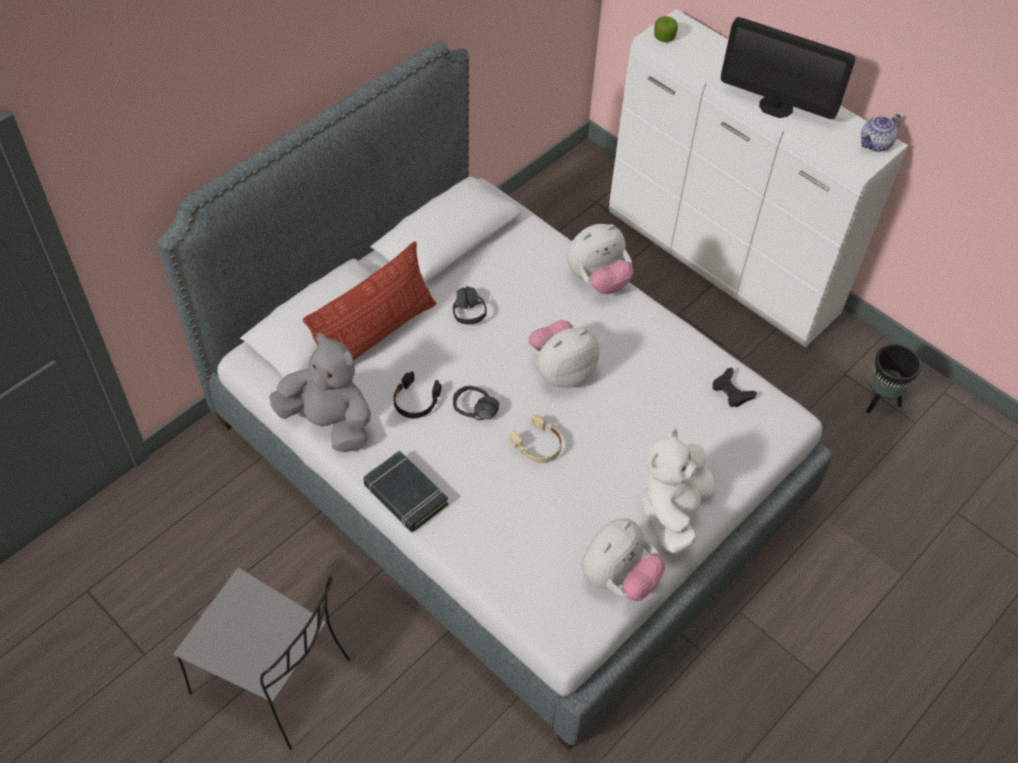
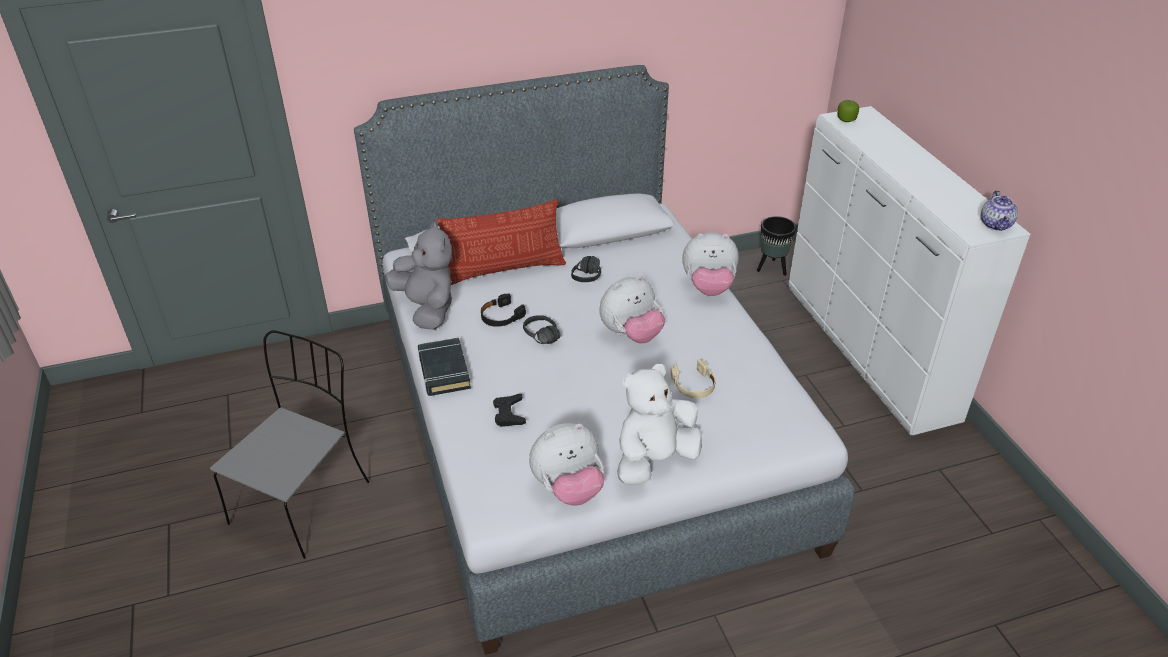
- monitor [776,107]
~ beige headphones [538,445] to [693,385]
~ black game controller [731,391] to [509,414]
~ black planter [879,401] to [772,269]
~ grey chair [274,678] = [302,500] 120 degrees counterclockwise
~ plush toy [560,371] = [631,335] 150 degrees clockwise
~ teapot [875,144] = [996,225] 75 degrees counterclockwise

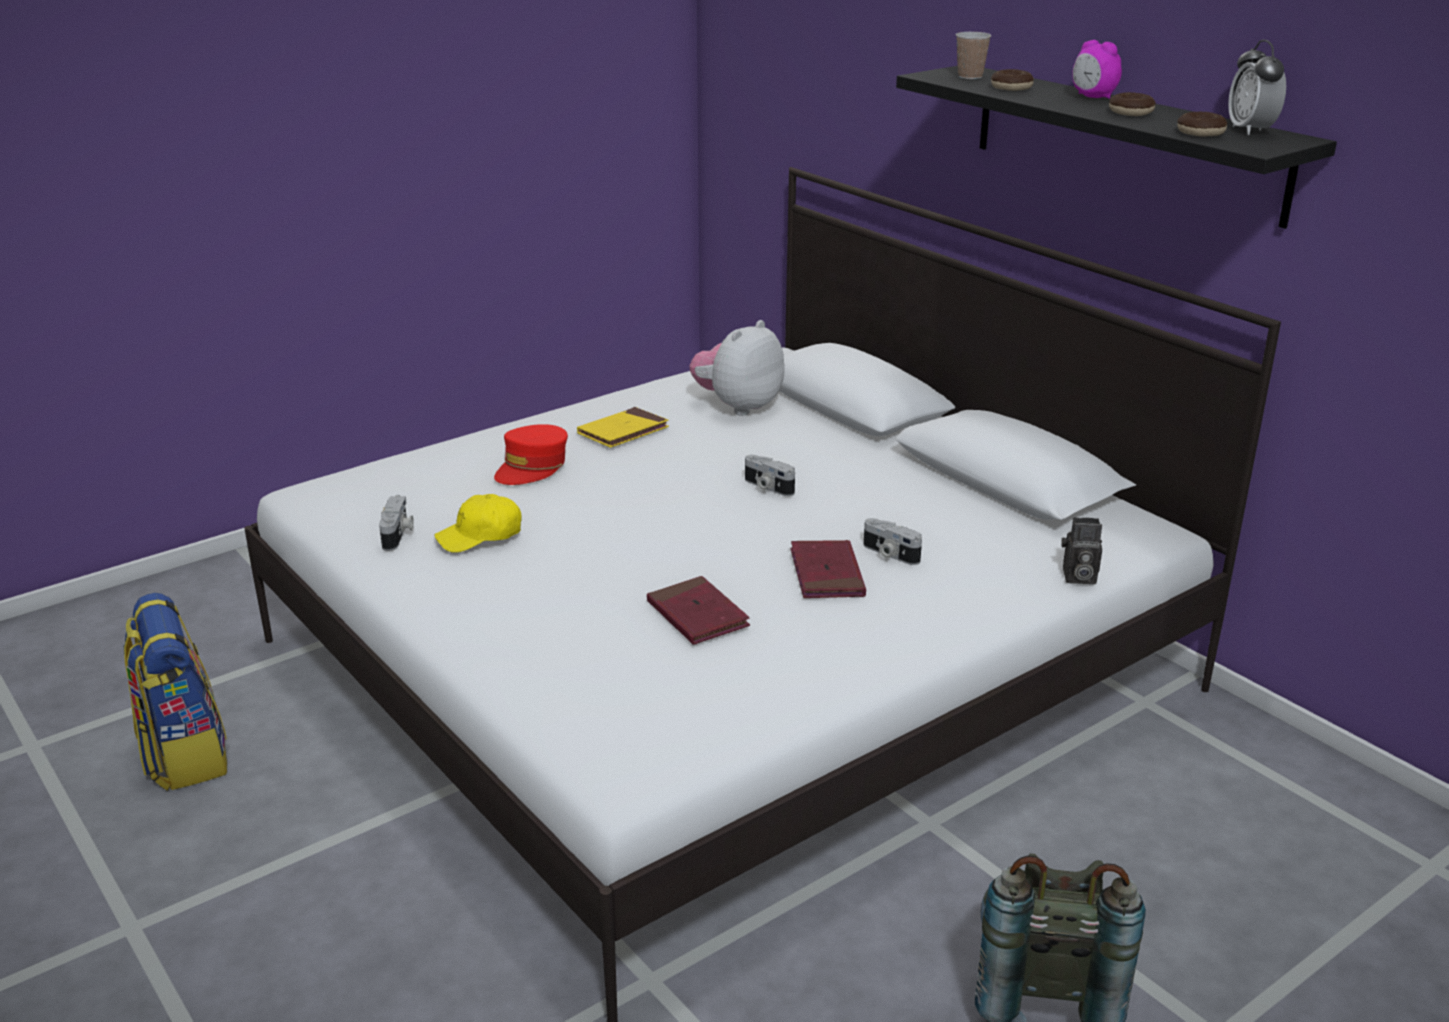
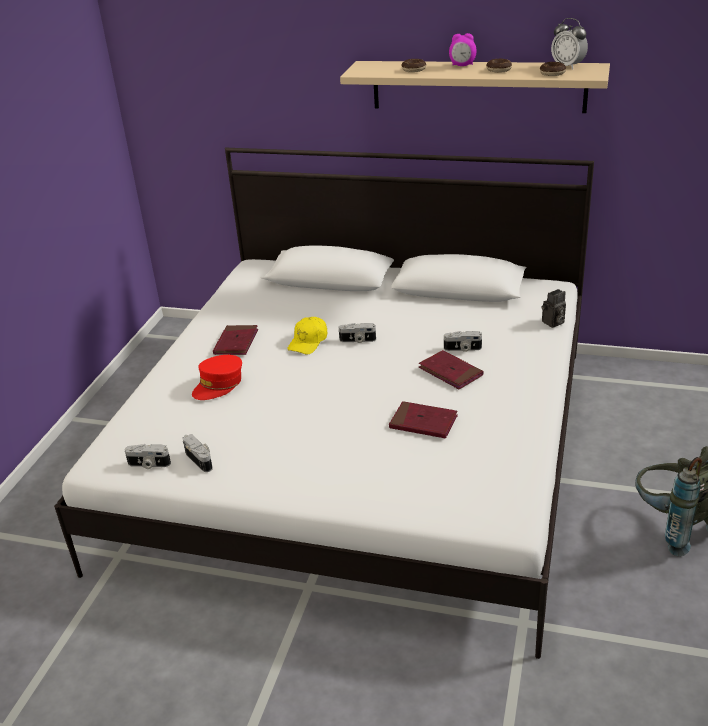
- backpack [184,754]
- plush toy [738,406]
- cup [970,77]
+ photo camera [148,464]
~ yellow cap [480,536] to [308,342]
~ yellow book [623,432] to red book [236,342]
~ black shelf [1125,141] to beige shelf [478,86]
~ red cap [532,467] = [218,385] 45 degrees clockwise

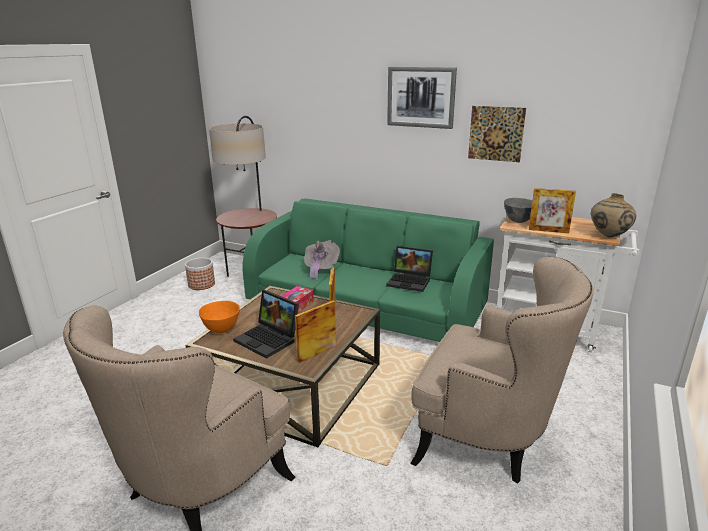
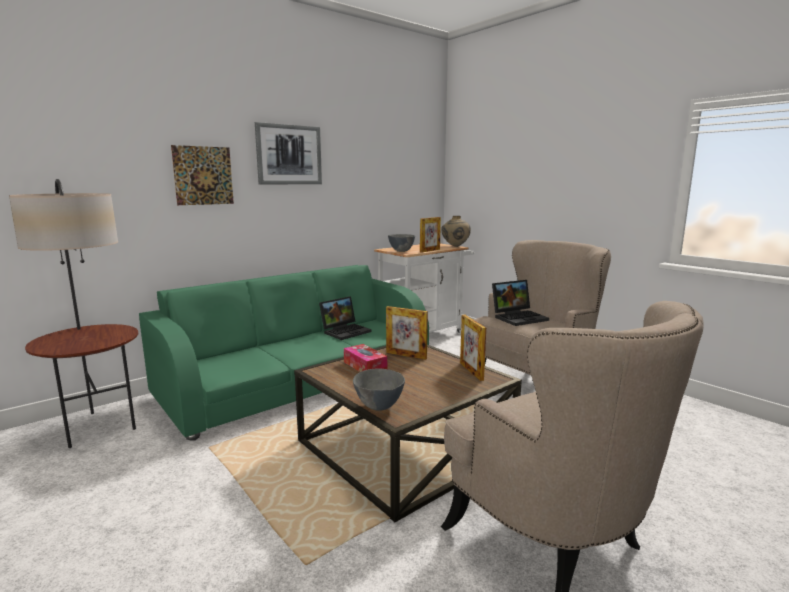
- planter [202,284]
- grey hat [320,269]
~ laptop [269,339] to [519,317]
~ picture [496,133] to [203,175]
~ orange bowl [221,330] to grey bowl [379,407]

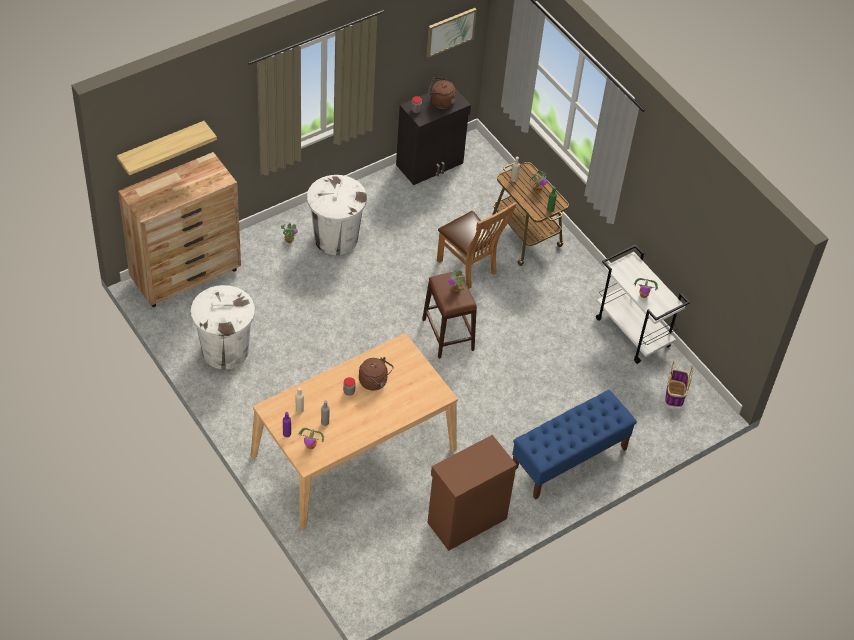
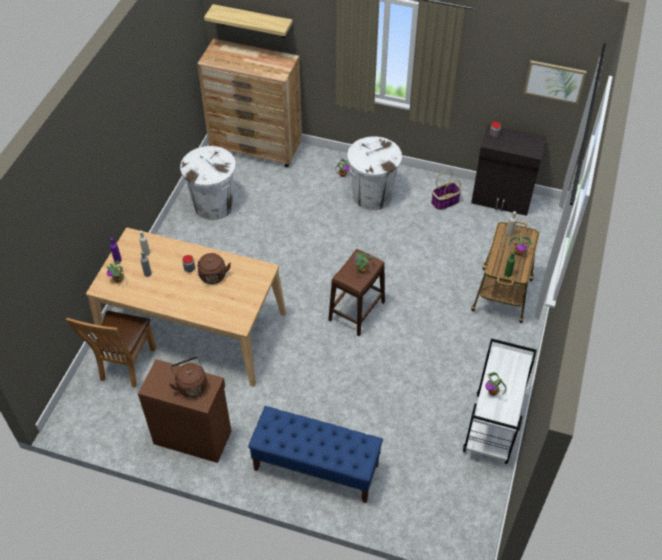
~ brown kettle [440,102] to [191,385]
~ brown chair [469,268] to [125,366]
~ basket [675,394] to [445,202]

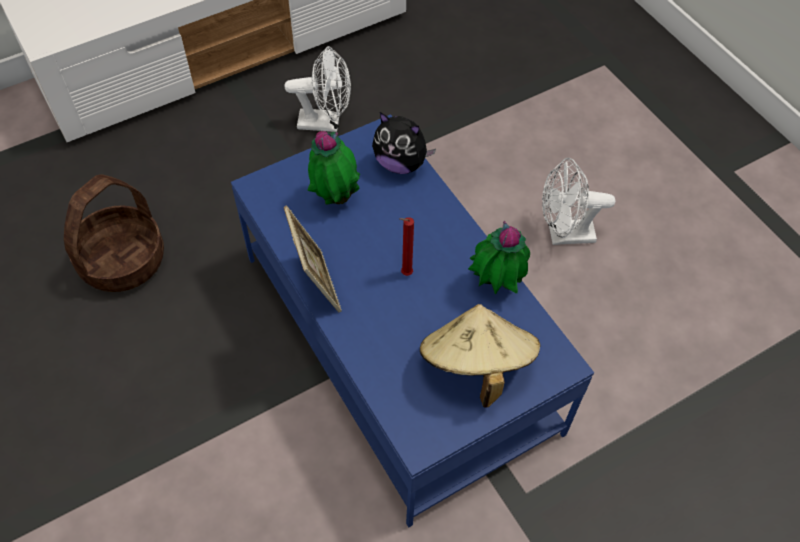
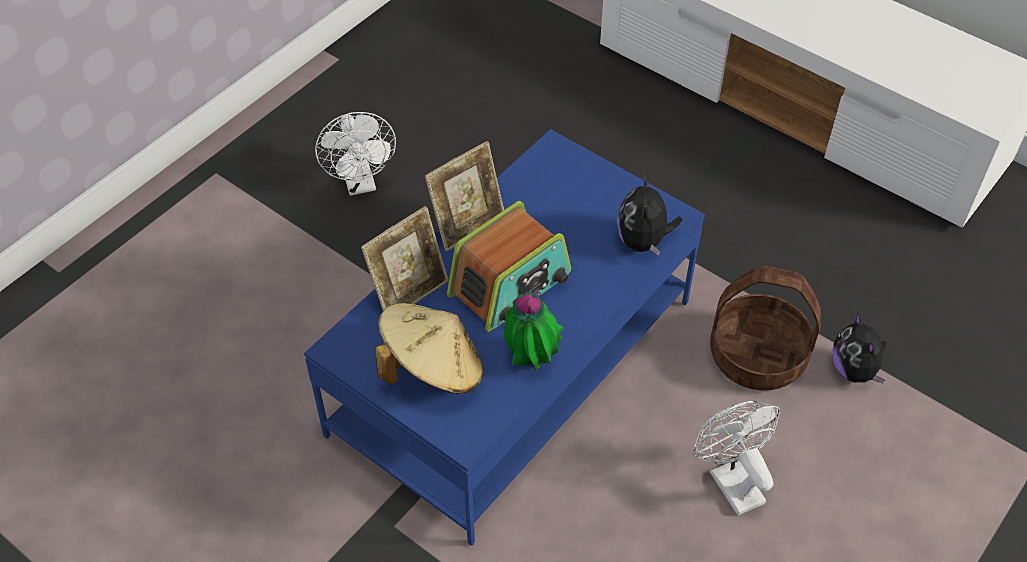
- potted plant [335,197]
+ picture frame [409,292]
+ plush toy [854,370]
~ basket [122,260] to [758,355]
~ white fan [326,122] to [361,183]
~ red candle [405,274] to radio [510,285]

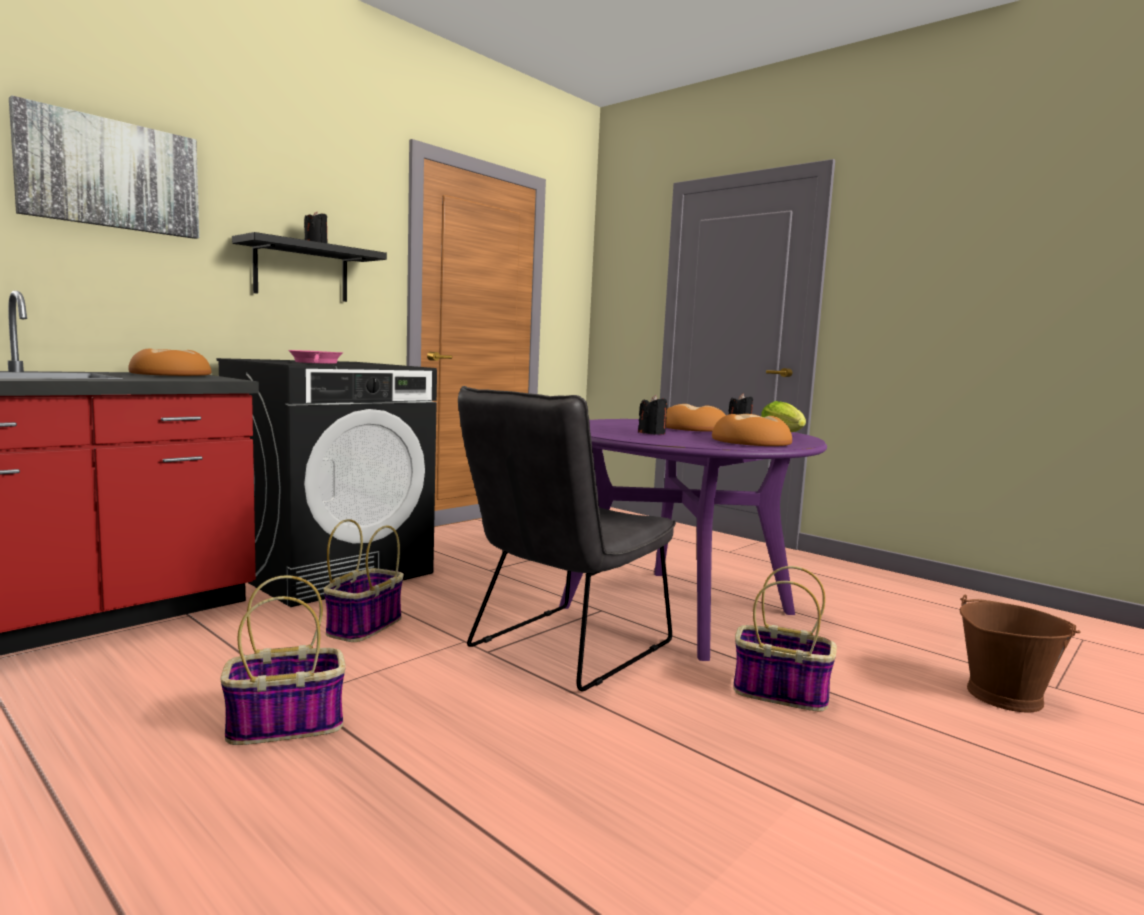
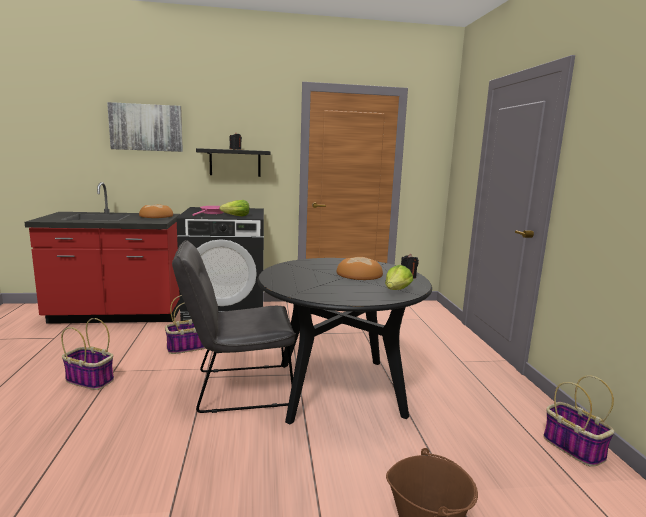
- black candle [652,433]
- bread [751,442]
+ lettuce [236,216]
~ basket [778,693] to [572,447]
~ purple dining table [677,610] to black dining table [338,388]

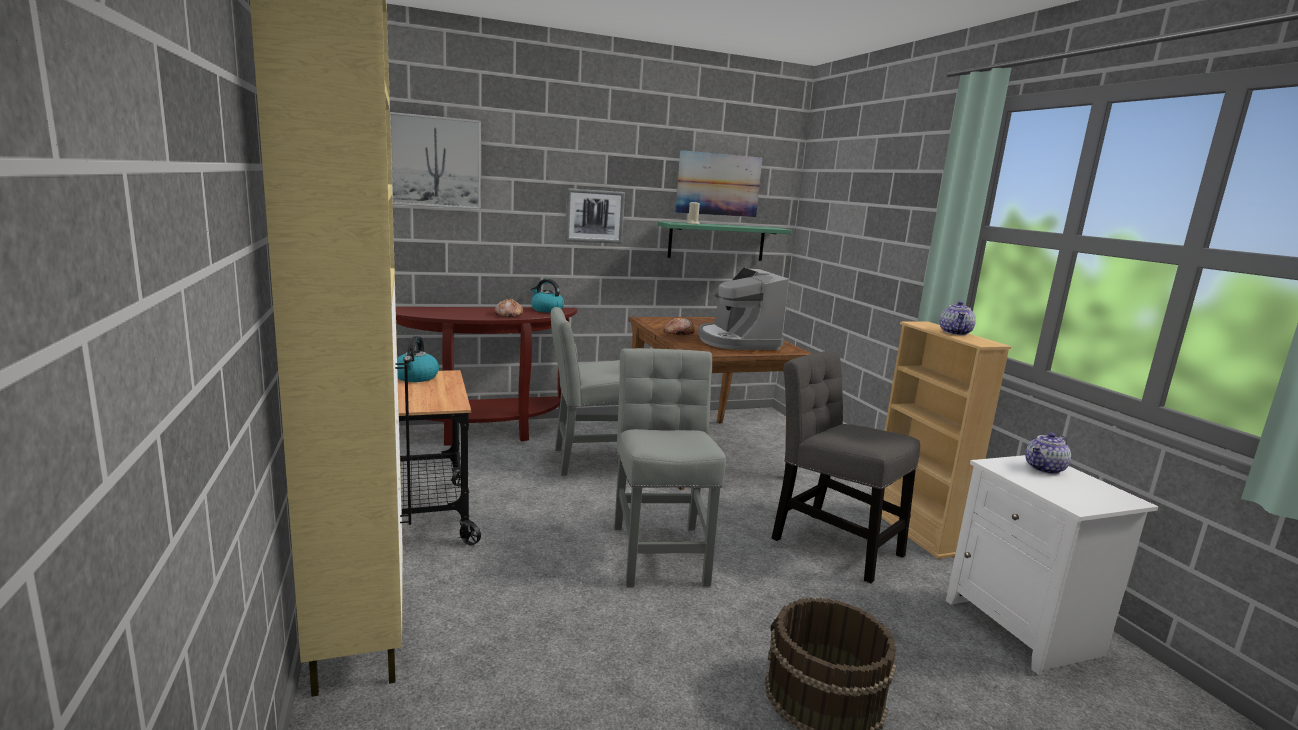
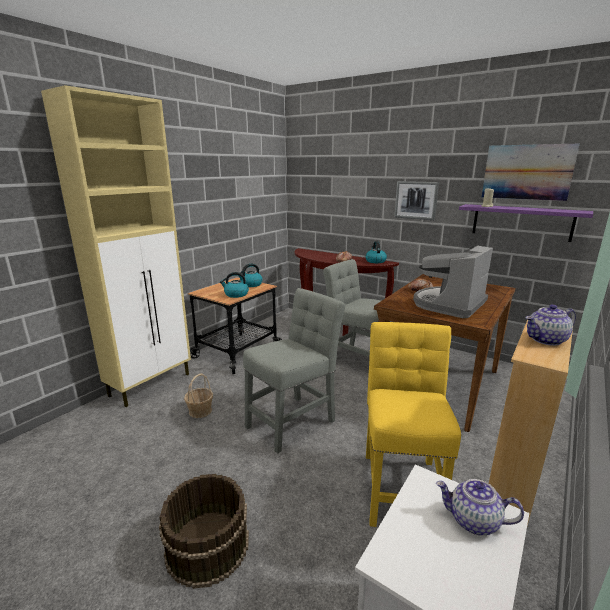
- picture [436,162]
+ basket [200,411]
+ kettle [236,294]
~ green shelf [717,241] to purple shelf [521,222]
~ grey chair [831,543] to yellow chair [401,485]

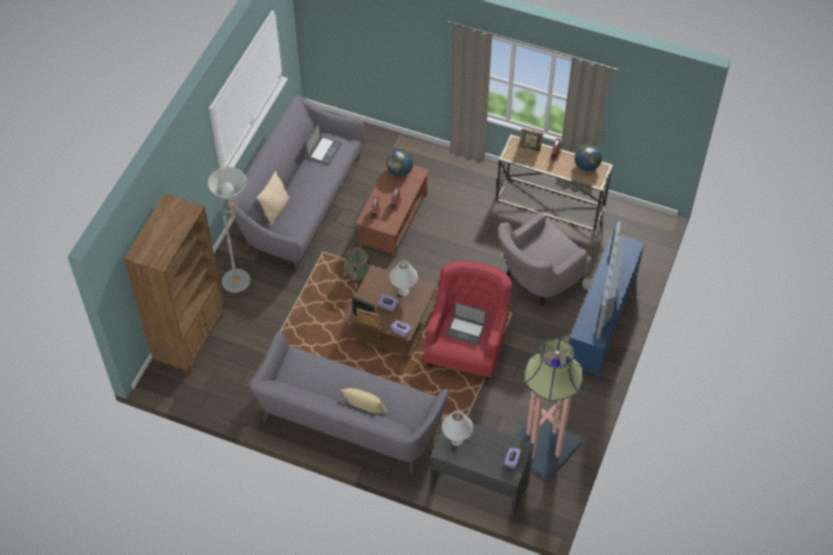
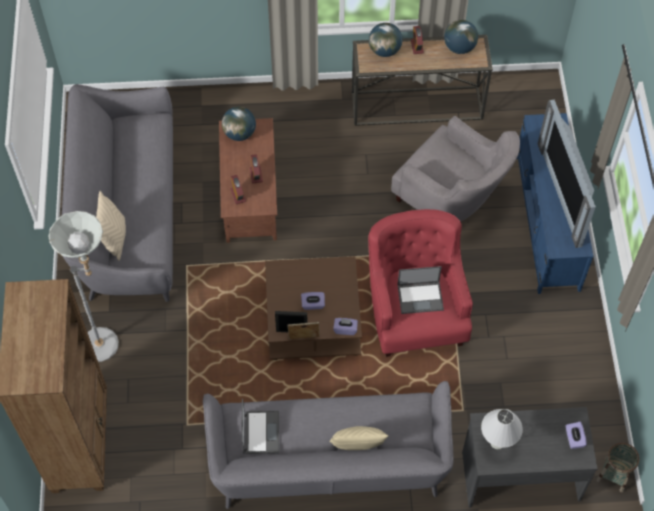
- white table lamp [404,291]
- floor lamp [543,446]
~ laptop [324,150] to [261,432]
~ basket [357,276] to [613,475]
~ picture frame [530,149] to globe [384,50]
~ grey armchair [538,279] = [452,199] 75 degrees counterclockwise

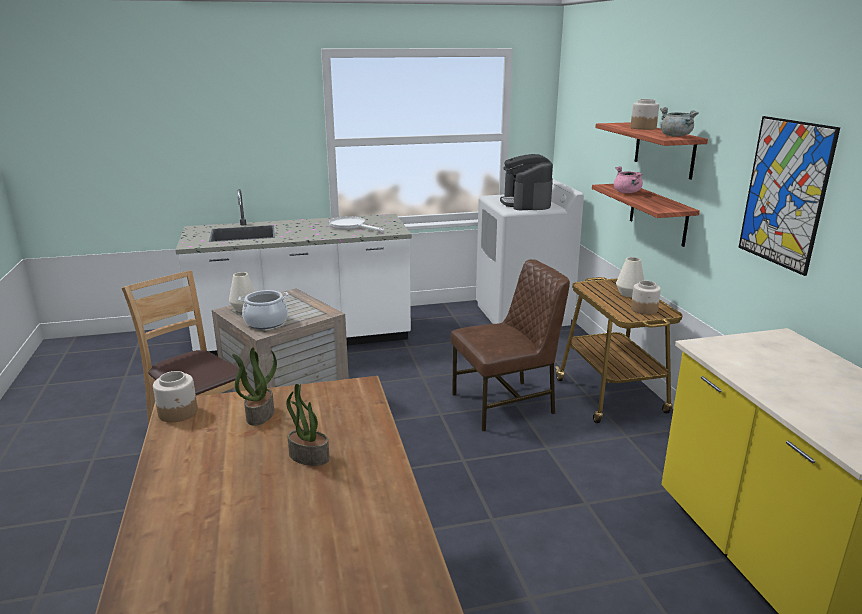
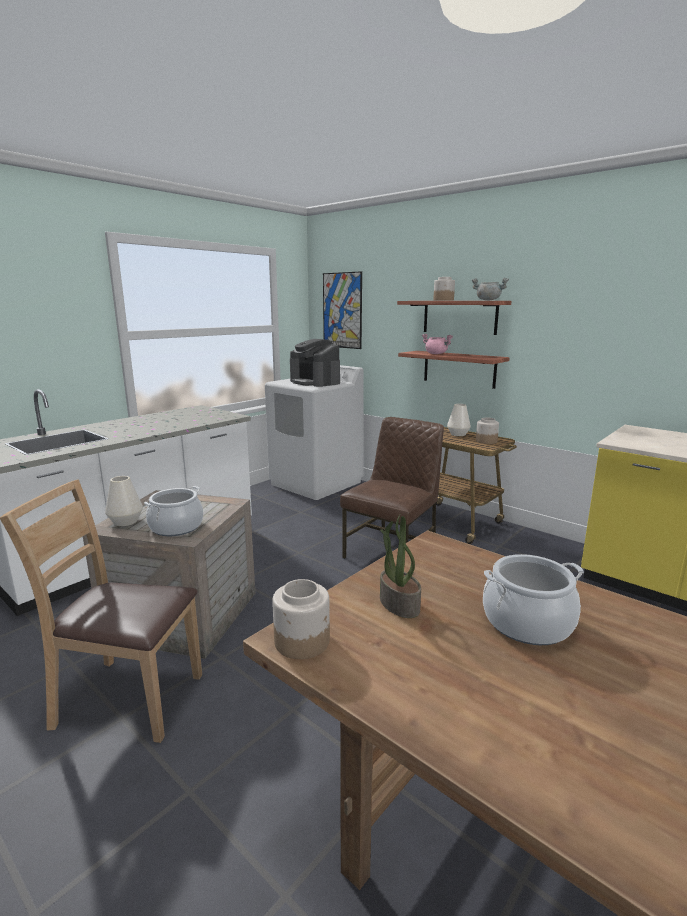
- white frying pan [351,226]
~ picture [785,193] to [342,310]
~ potted plant [308,456] to cooking pot [527,623]

